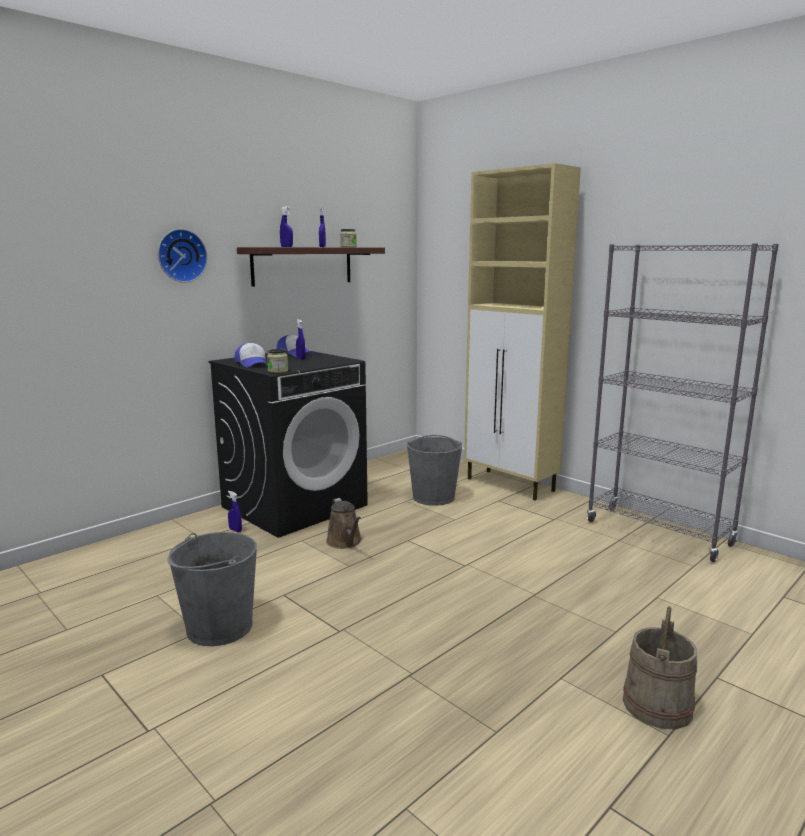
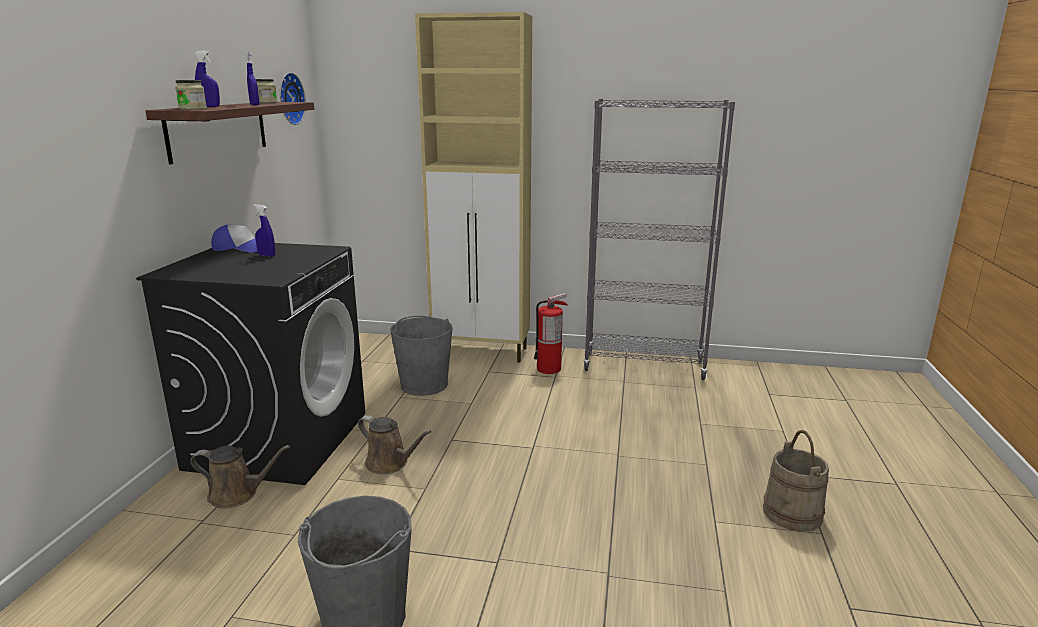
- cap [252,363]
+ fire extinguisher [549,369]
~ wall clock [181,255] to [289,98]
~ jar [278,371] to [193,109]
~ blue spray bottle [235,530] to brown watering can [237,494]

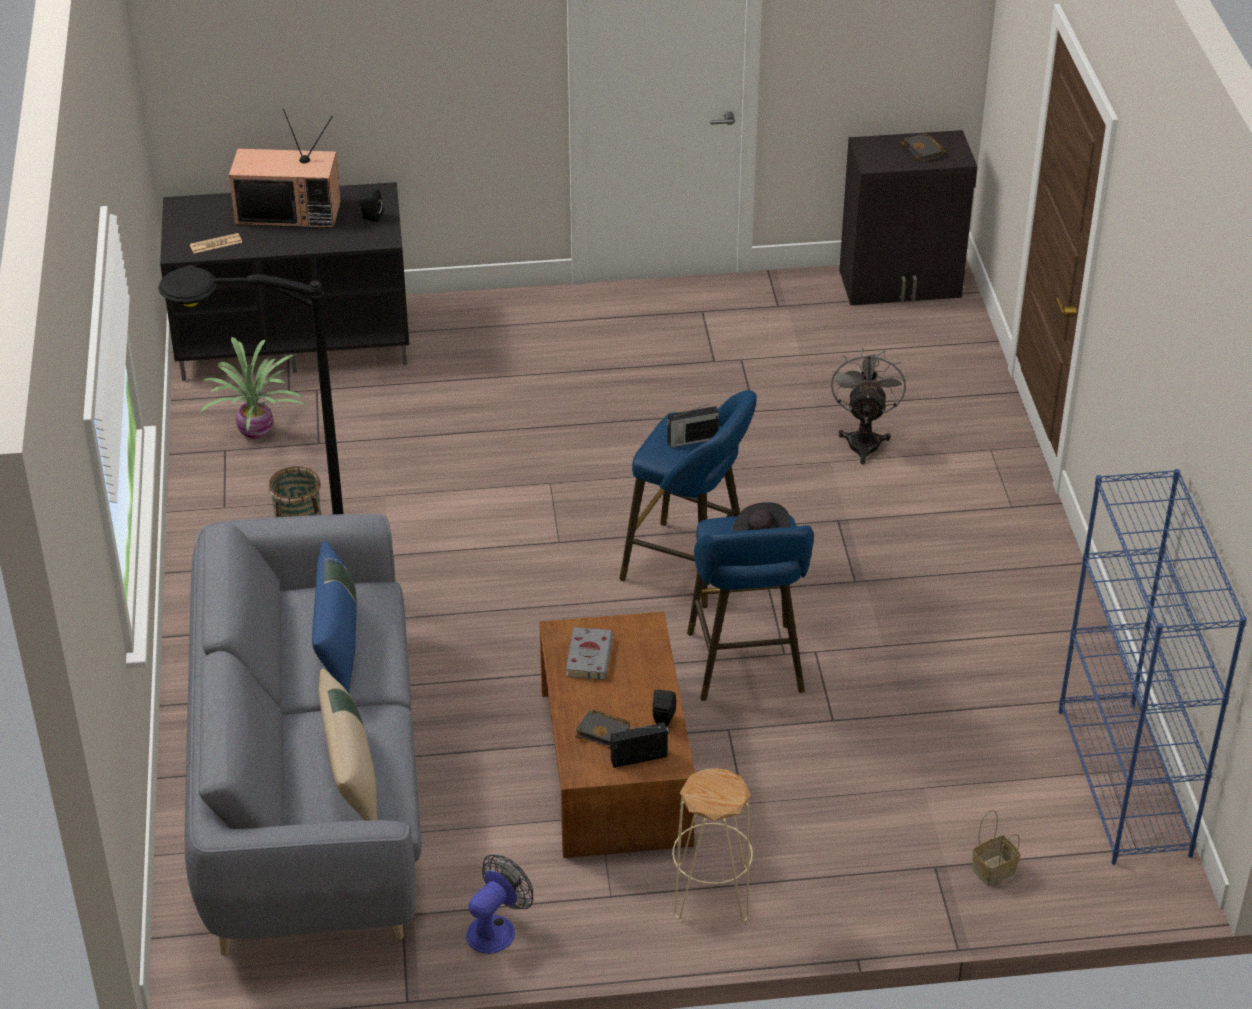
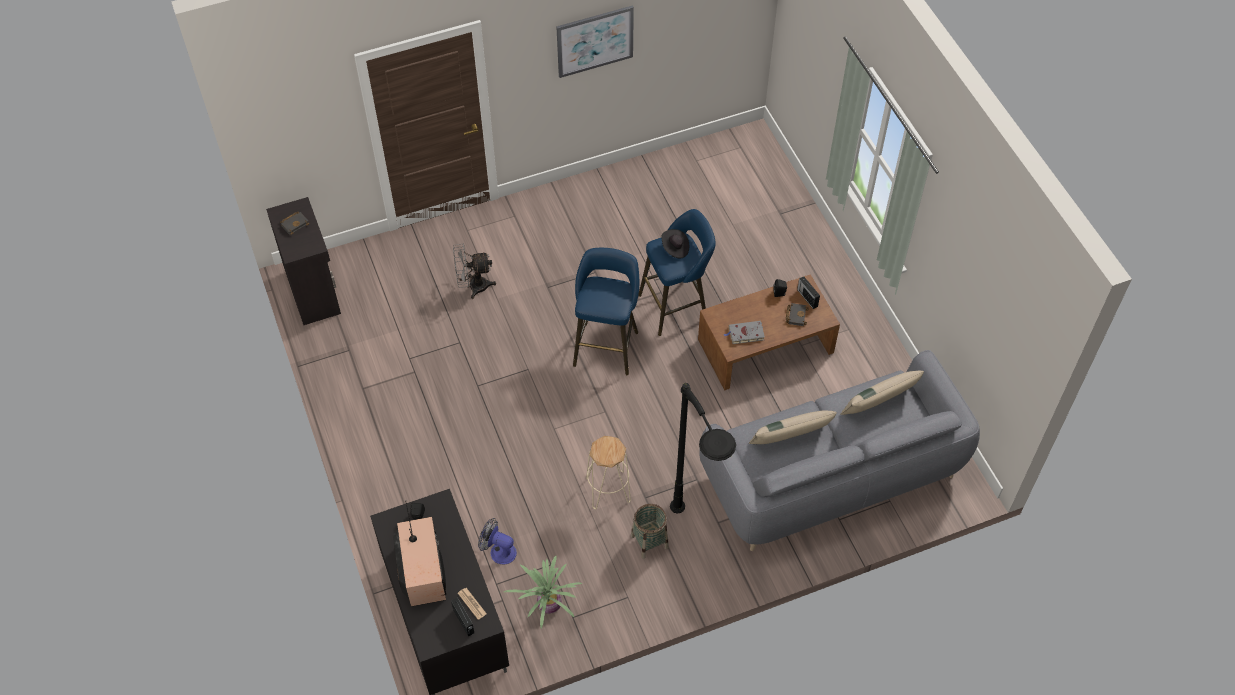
- basket [993,871]
- blue bookcase [1124,783]
+ picture [595,41]
~ fan [496,928] to [498,551]
~ radio [691,440] to [463,622]
~ beige stool [711,893] to [608,490]
~ blue pillow [338,643] to beige pillow [789,438]

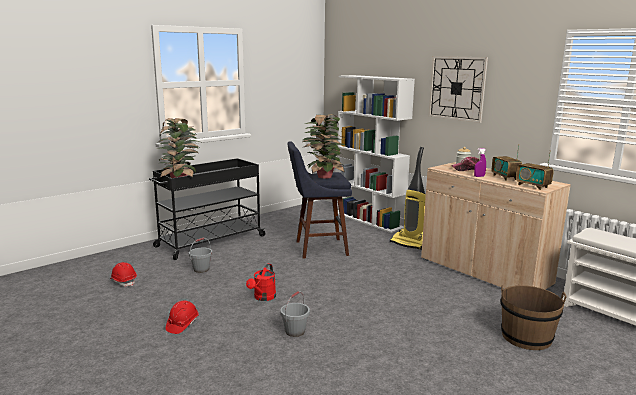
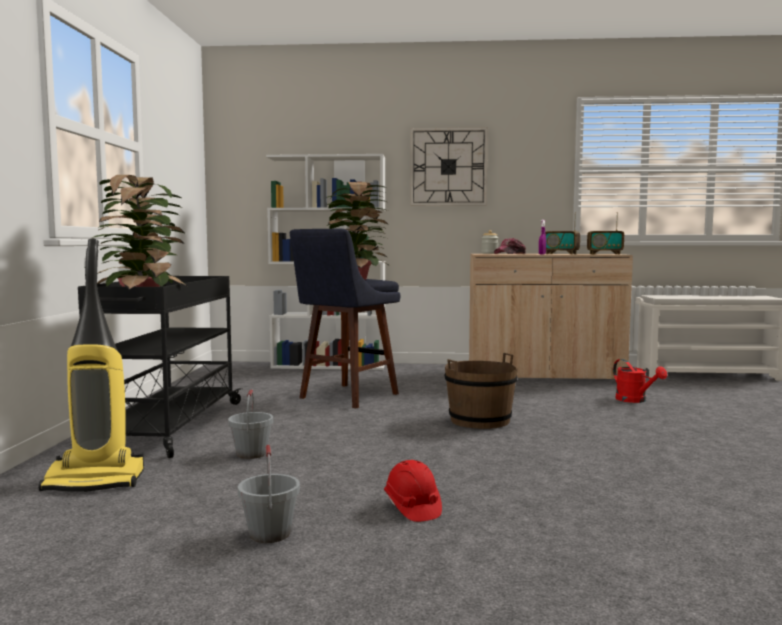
- red hard hat [123,281]
~ red watering can [263,298] to [635,400]
~ grey bucket [295,331] to [270,534]
~ vacuum cleaner [410,243] to [96,480]
~ brown bucket [526,337] to [479,420]

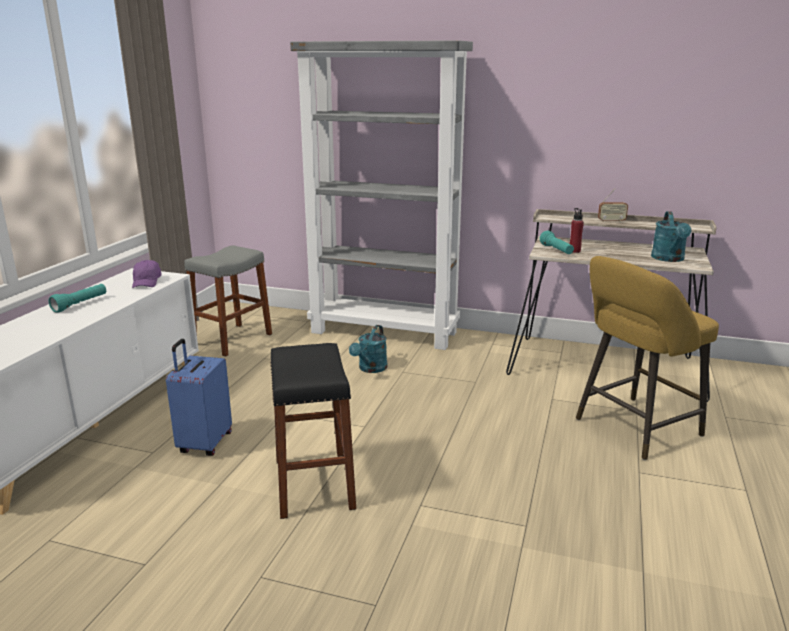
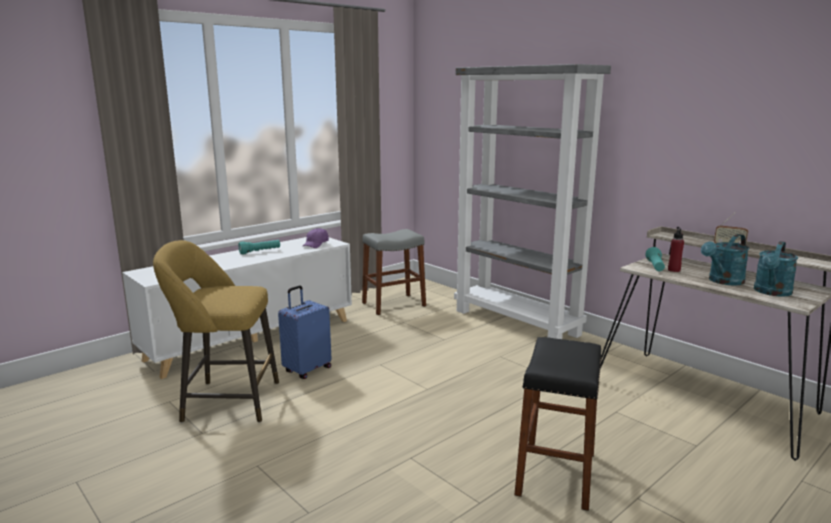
~ black stool [314,483] to [556,473]
~ turquoise watering can [370,369] to [723,281]
~ yellow stool [633,429] to [225,401]

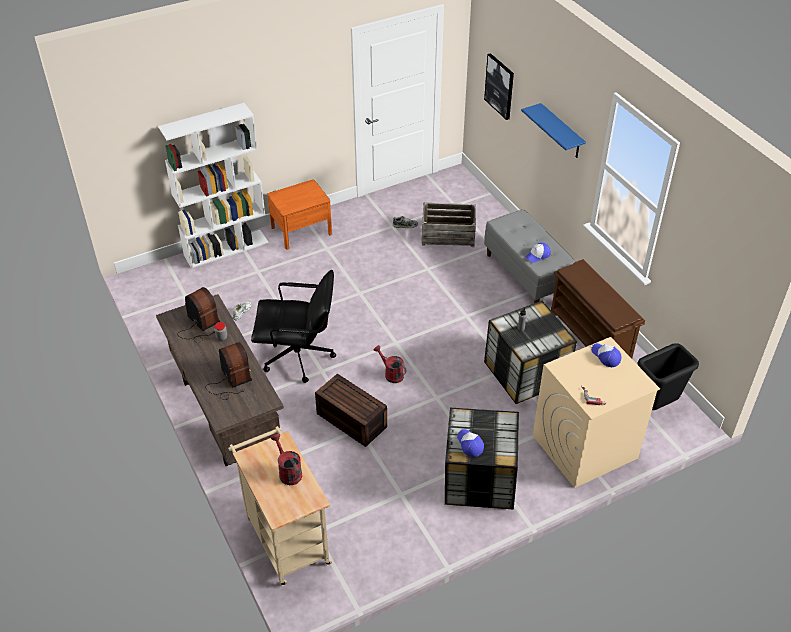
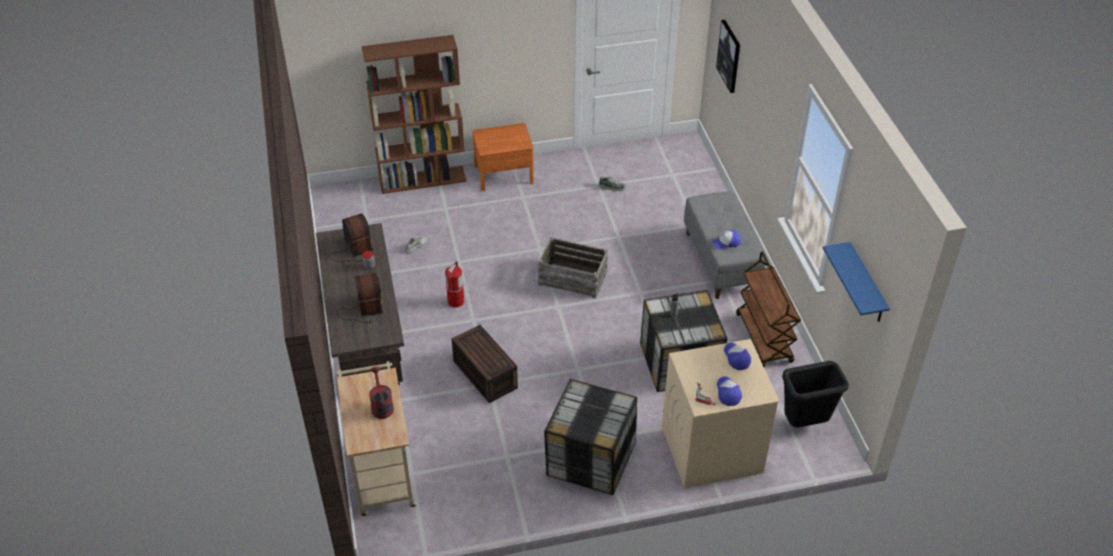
- red watering can [391,374]
~ crate [448,234] to [573,278]
~ cap [469,444] to [728,393]
~ blue shelf [561,132] to [867,285]
~ black office chair [299,357] to fire extinguisher [456,302]
~ brown shoe rack [591,336] to brown cart [764,338]
~ white bookcase [226,248] to brown bookcase [423,179]

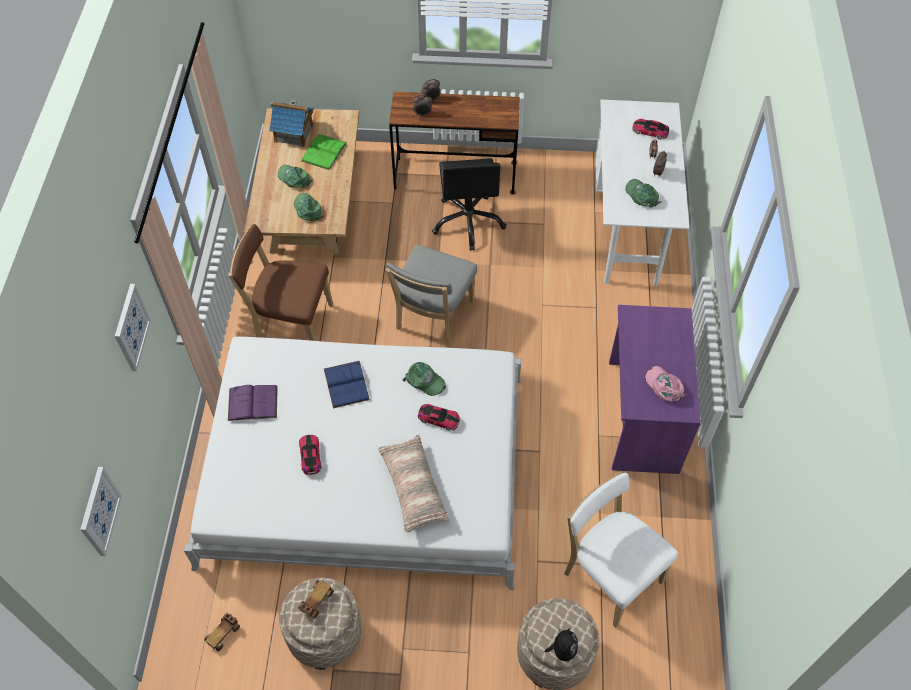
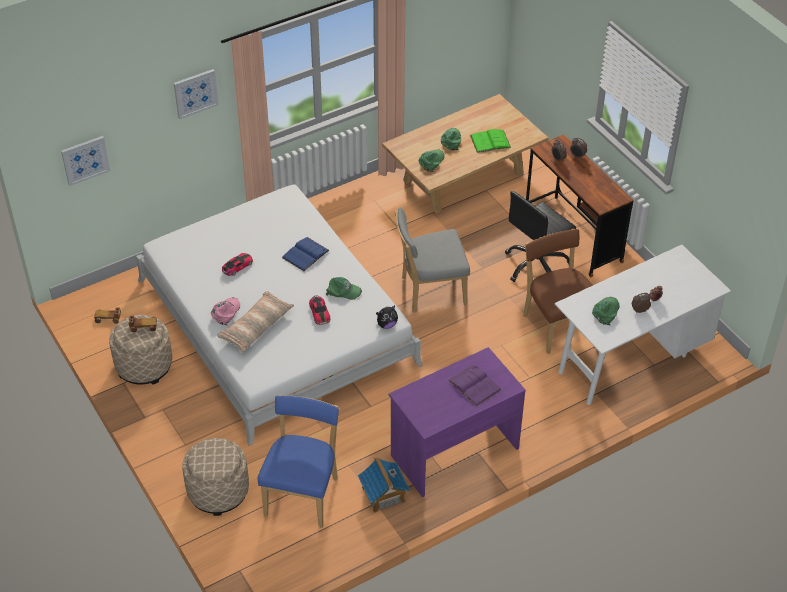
- toy car [650,131]
~ brown chair [291,322] to [557,324]
~ purple book [253,403] to [474,385]
~ toy house [294,133] to [383,495]
~ plush toy [562,649] to [386,325]
~ pink cap [664,386] to [226,312]
~ white chair [609,574] to blue chair [303,493]
~ green cap [425,381] = [343,291] 75 degrees counterclockwise

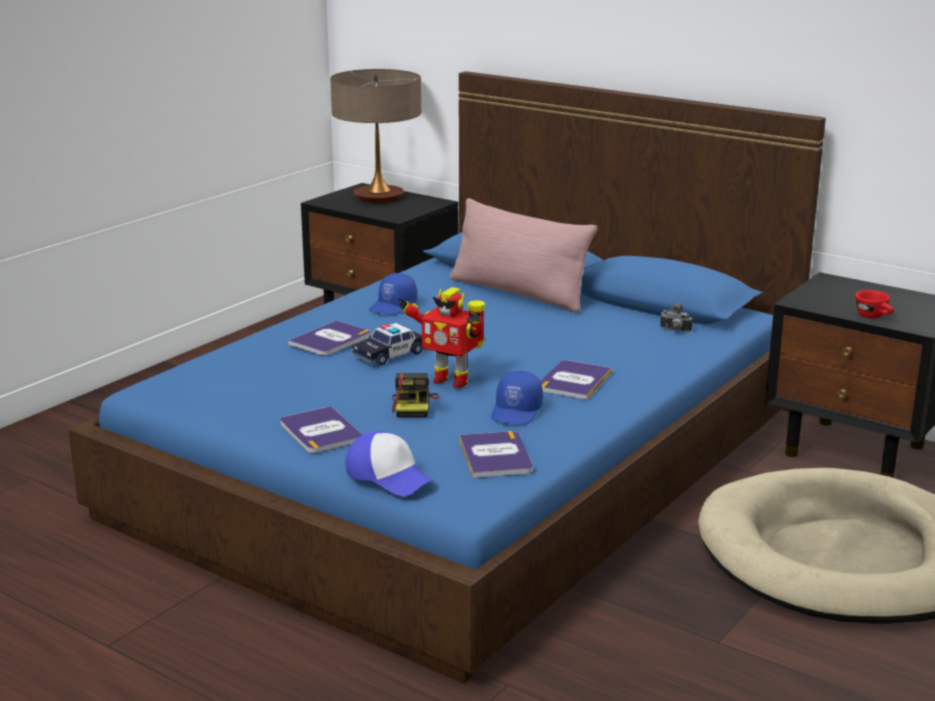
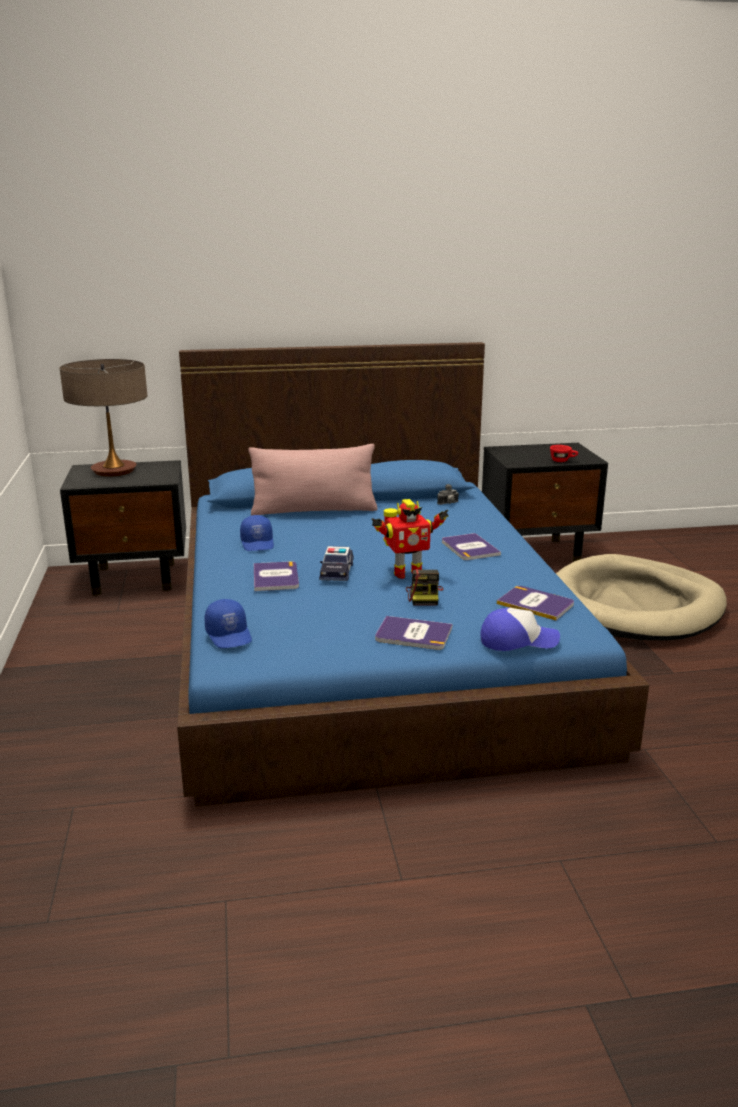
~ blue cap [517,412] to [229,635]
~ photo camera [414,406] = [424,596] 45 degrees clockwise

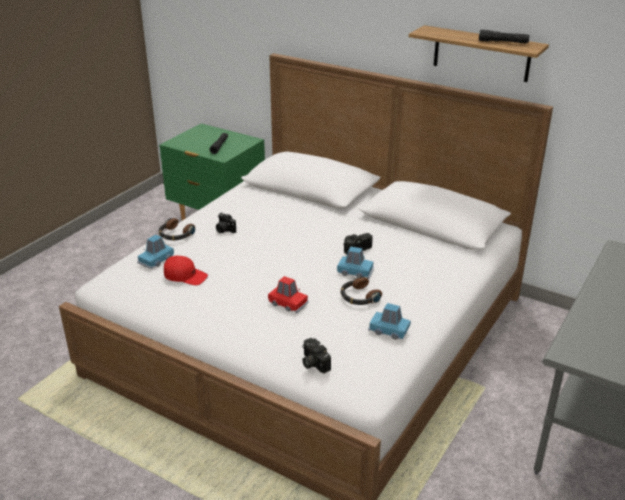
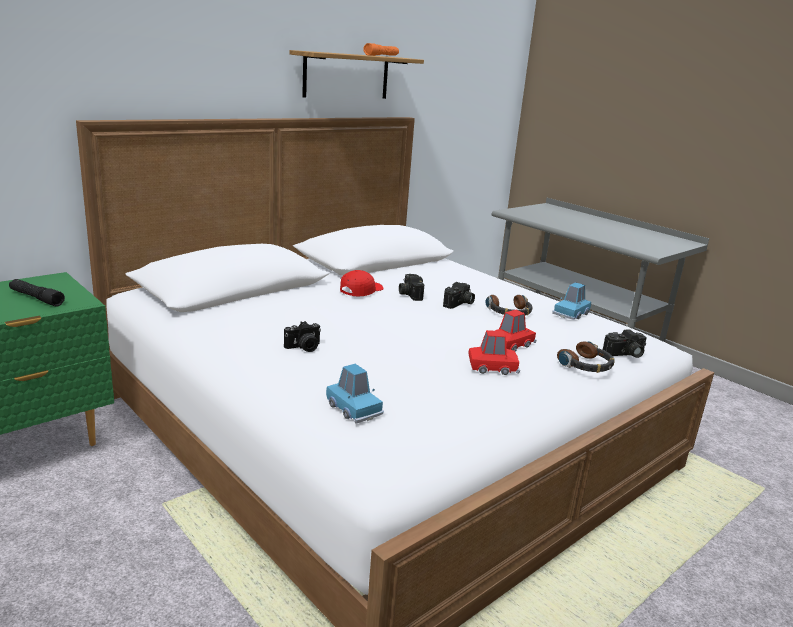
+ red toy car [492,367]
~ headphones [175,234] to [586,365]
~ red cap [185,276] to [361,290]
~ blue toy car [355,272] to photo camera [459,304]
~ black flashlight [503,42] to orange flashlight [381,56]

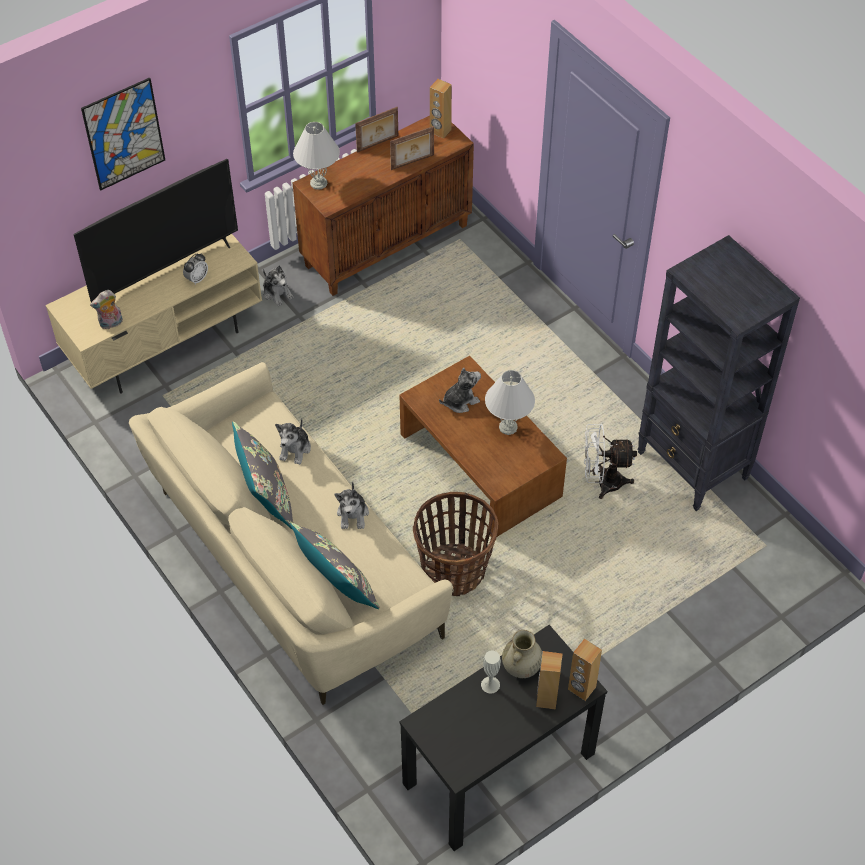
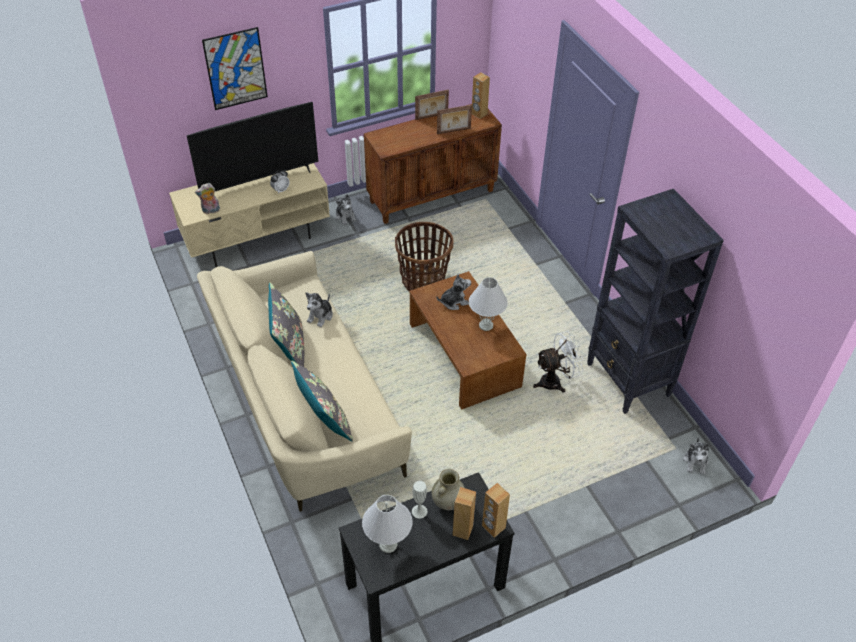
~ white table lamp [318,183] to [388,545]
~ plush toy [353,514] to [695,462]
~ basket [454,570] to [423,280]
~ white fan [602,482] = [555,381] 150 degrees clockwise

